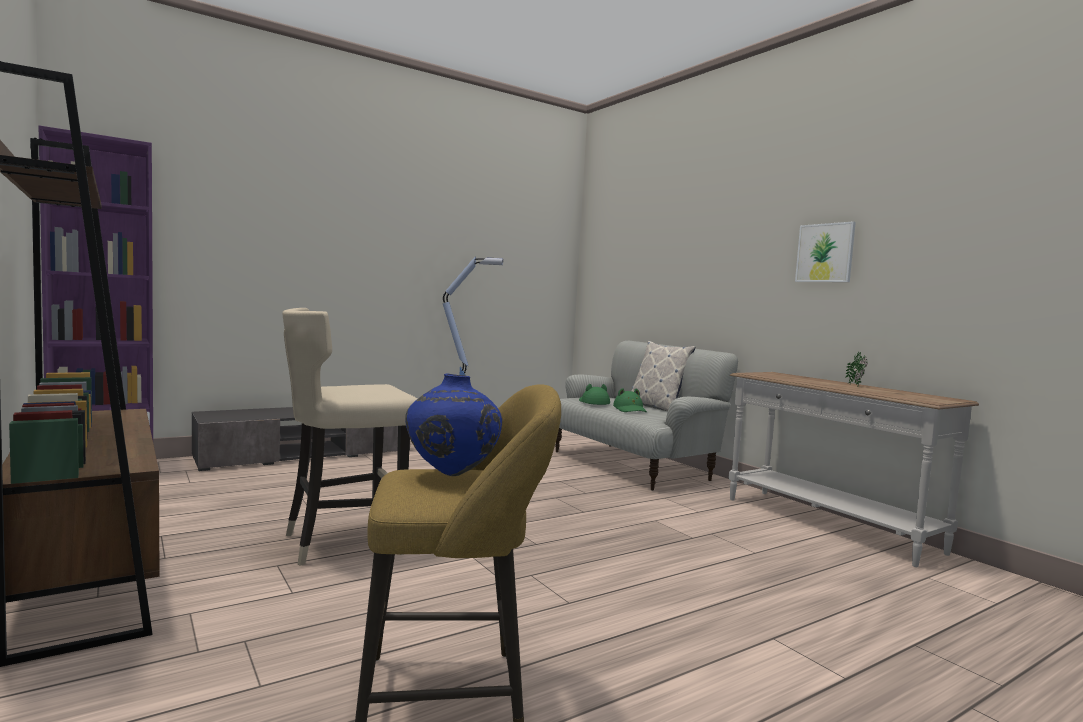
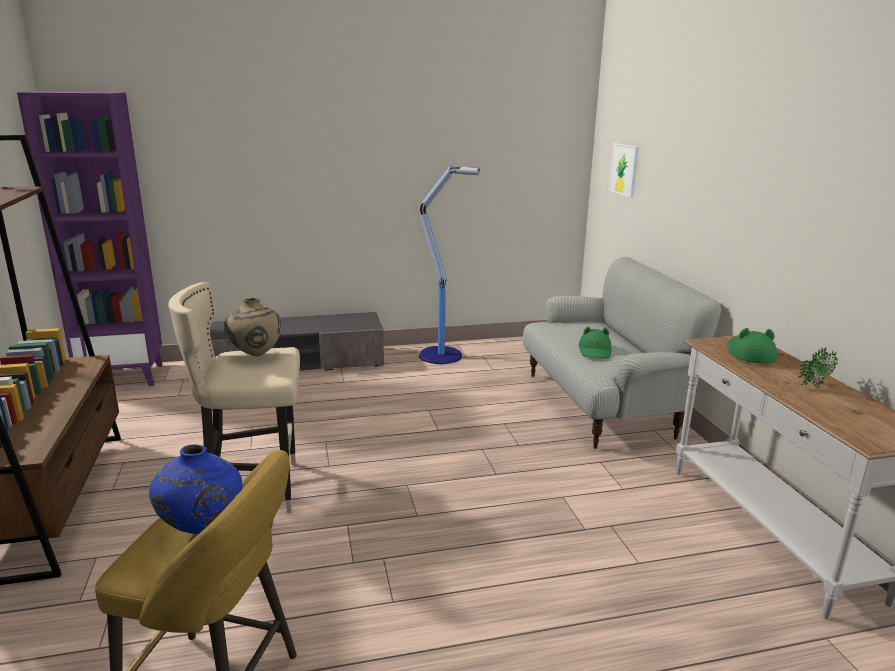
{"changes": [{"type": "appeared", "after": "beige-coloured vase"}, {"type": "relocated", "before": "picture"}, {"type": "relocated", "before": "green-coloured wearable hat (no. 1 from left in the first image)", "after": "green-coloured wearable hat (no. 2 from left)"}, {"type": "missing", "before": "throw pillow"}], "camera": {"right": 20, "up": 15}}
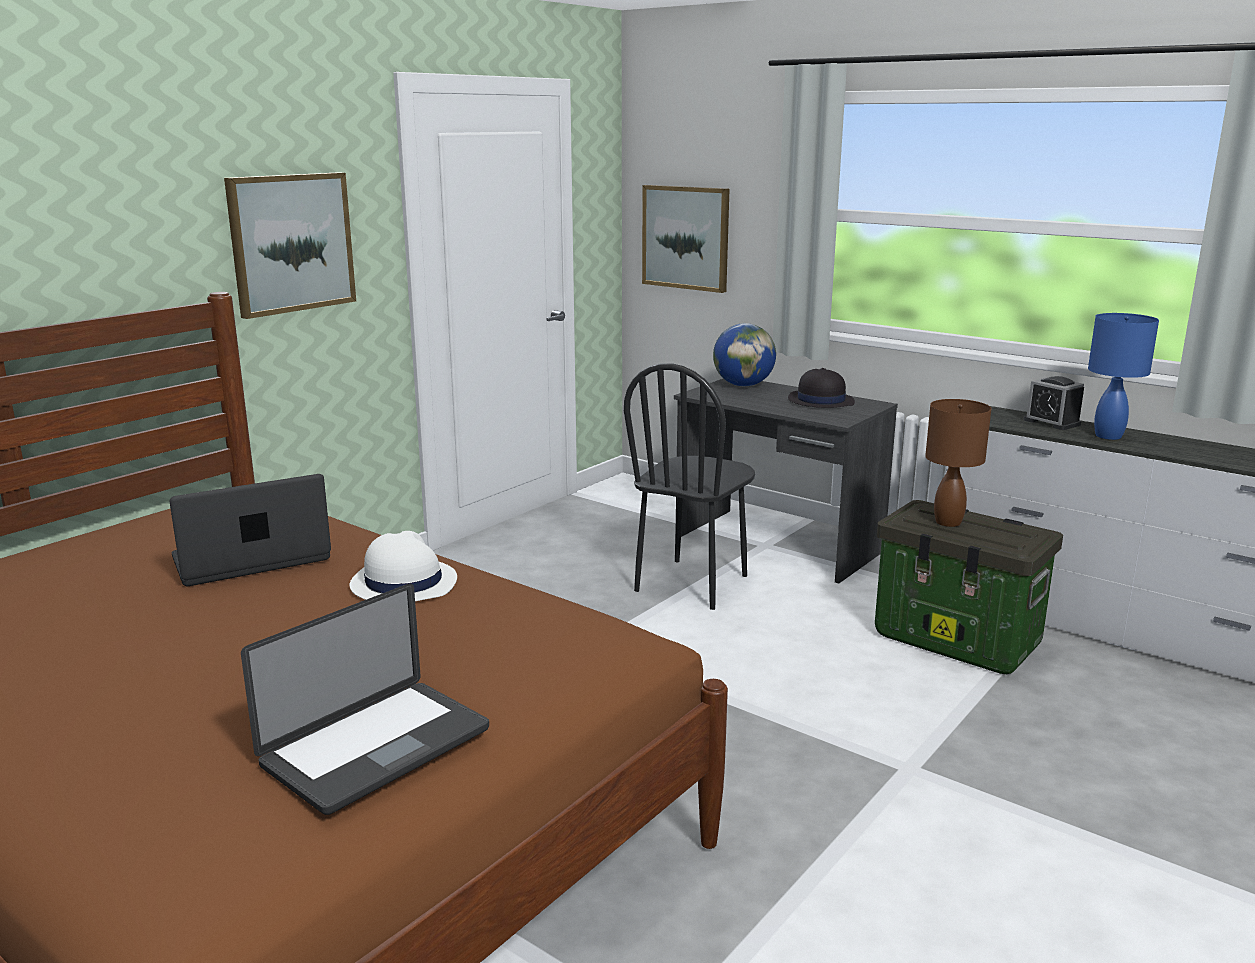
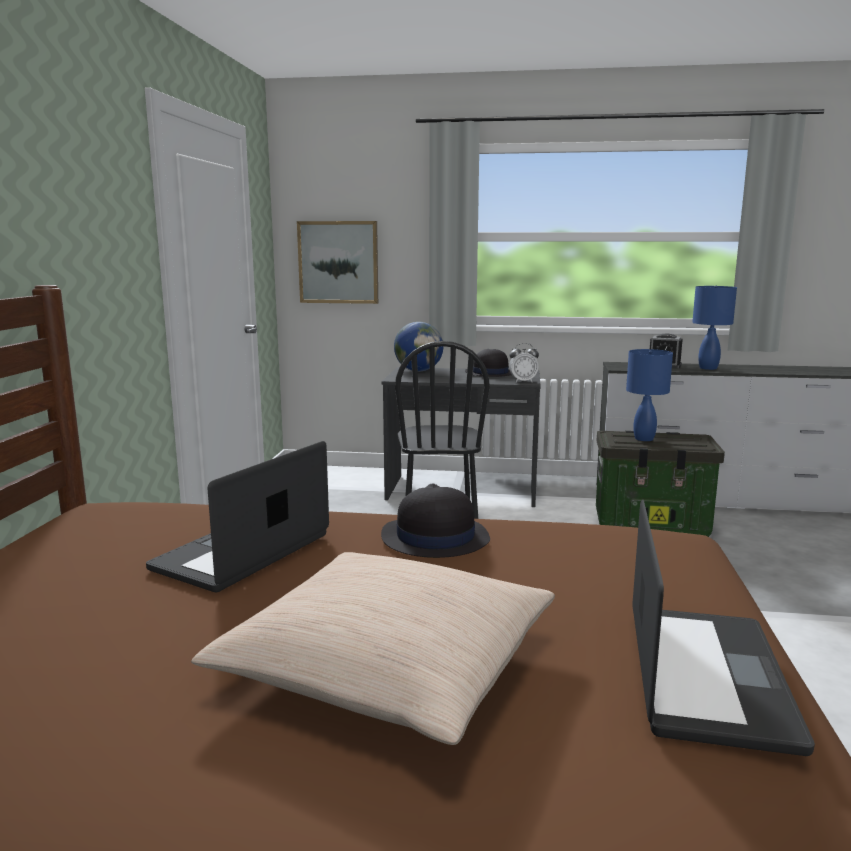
{"changes": [{"type": "appeared", "after": "beige-coloured throw pillow"}, {"type": "colour", "before": "white wearable hat", "after": "blackish wearable hat (no. 1 from left)"}, {"type": "appeared", "after": "table clock (no. 1 from left)"}, {"type": "colour", "before": "brownish lamp for a table", "after": "blue-coloured lamp for a table (no. 1 from left)"}, {"type": "missing", "before": "picture (no. 1 from left)"}], "camera": {"right": -30, "up": -5}}
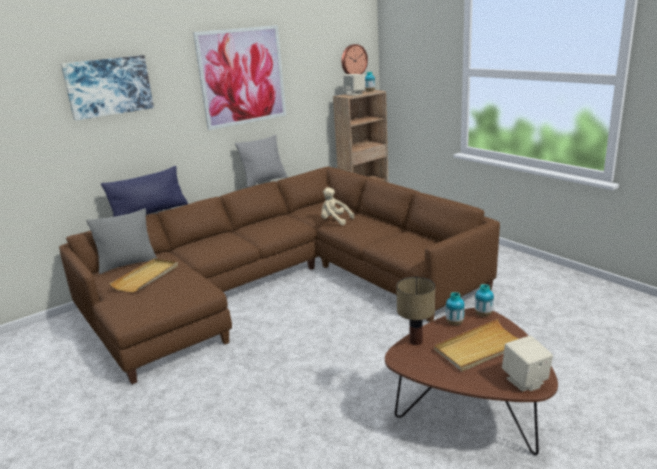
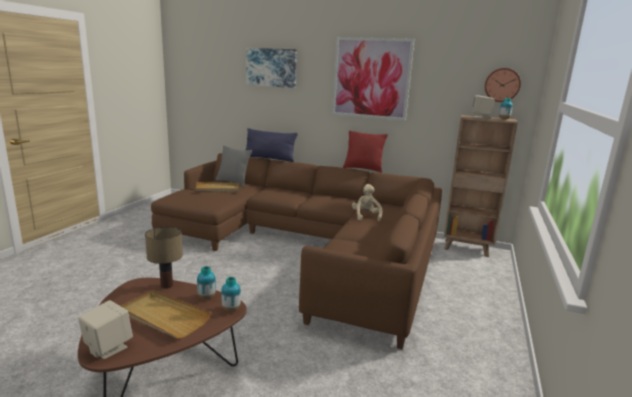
{"changes": [{"type": "colour", "before": "grey throw pillow (no. 2 from left)", "after": "red-coloured throw pillow"}], "camera": {"right": 55, "up": -5}}
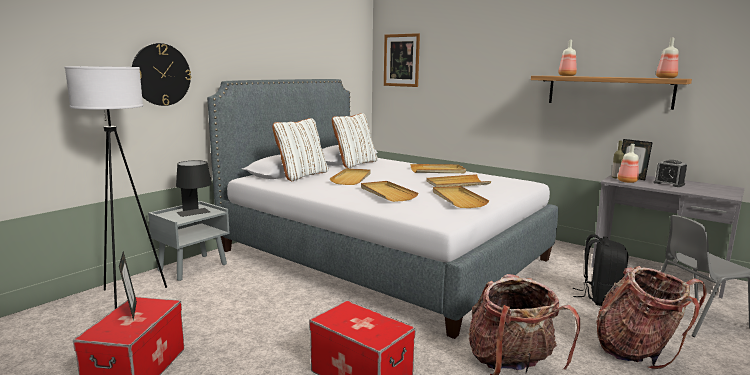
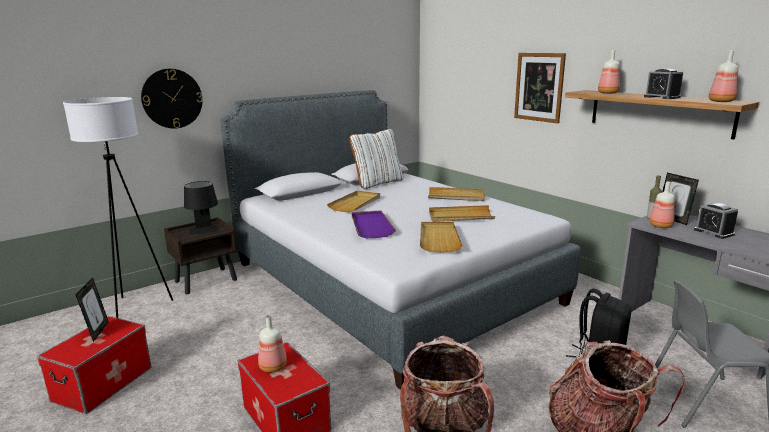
{"changes": [{"type": "colour", "before": "grey night table", "after": "brownish night table"}, {"type": "appeared", "after": "beverage bottle (no. 1 from left)"}, {"type": "colour", "before": "beige-coloured tray (no. 2 from left)", "after": "purplish tray"}, {"type": "relocated", "before": "picture"}, {"type": "appeared", "after": "table clock (no. 1 from left)"}, {"type": "missing", "before": "white throw pillow (no. 1 from left)"}], "camera": {"right": 15, "up": 5}}
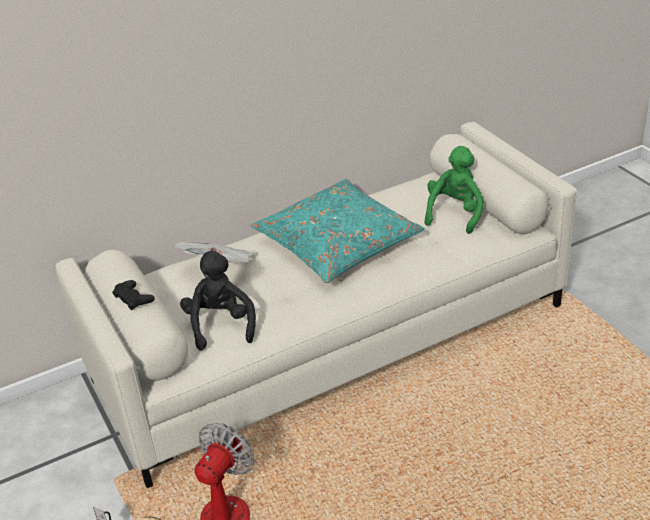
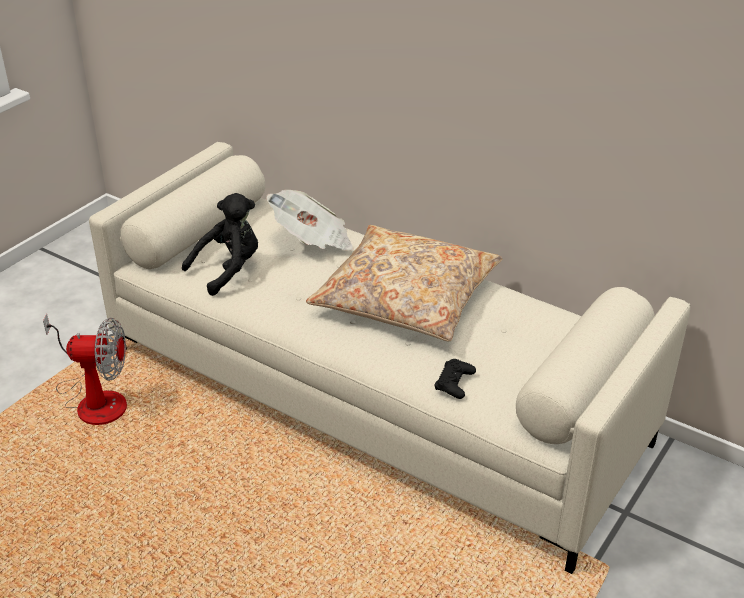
{"changes": [{"type": "colour", "before": "turquoise-coloured throw pillow", "after": "beige-coloured throw pillow"}, {"type": "relocated", "before": "blackish joypad"}, {"type": "missing", "before": "green-coloured soft toy"}], "camera": {"right": 60, "up": 0}}
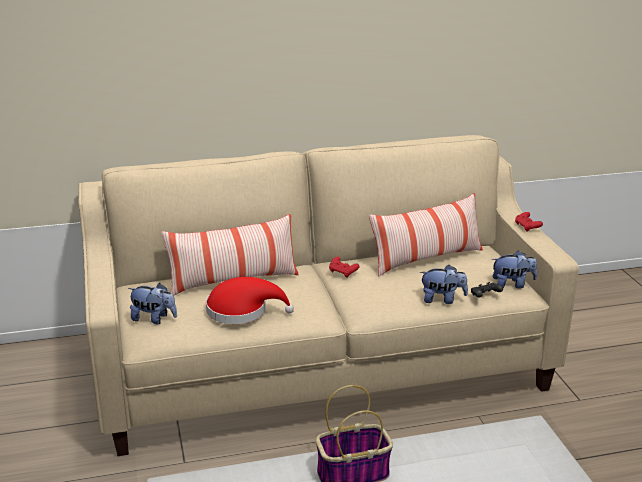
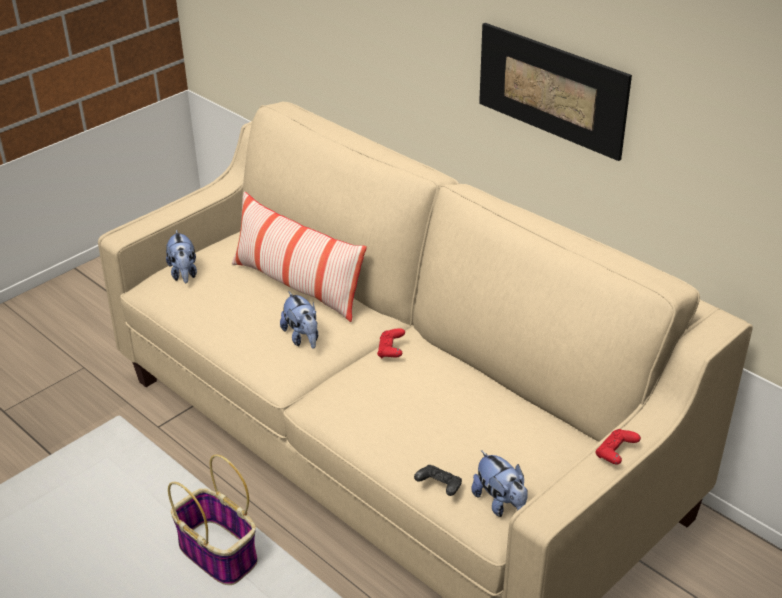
{"changes": [{"type": "relocated", "before": "soft toy (no. 2 from left)"}, {"type": "appeared", "after": "picture"}, {"type": "missing", "before": "red-coloured wearable hat"}, {"type": "missing", "before": "throw pillow (no. 2 from left)"}], "camera": {"right": 60, "up": 10}}
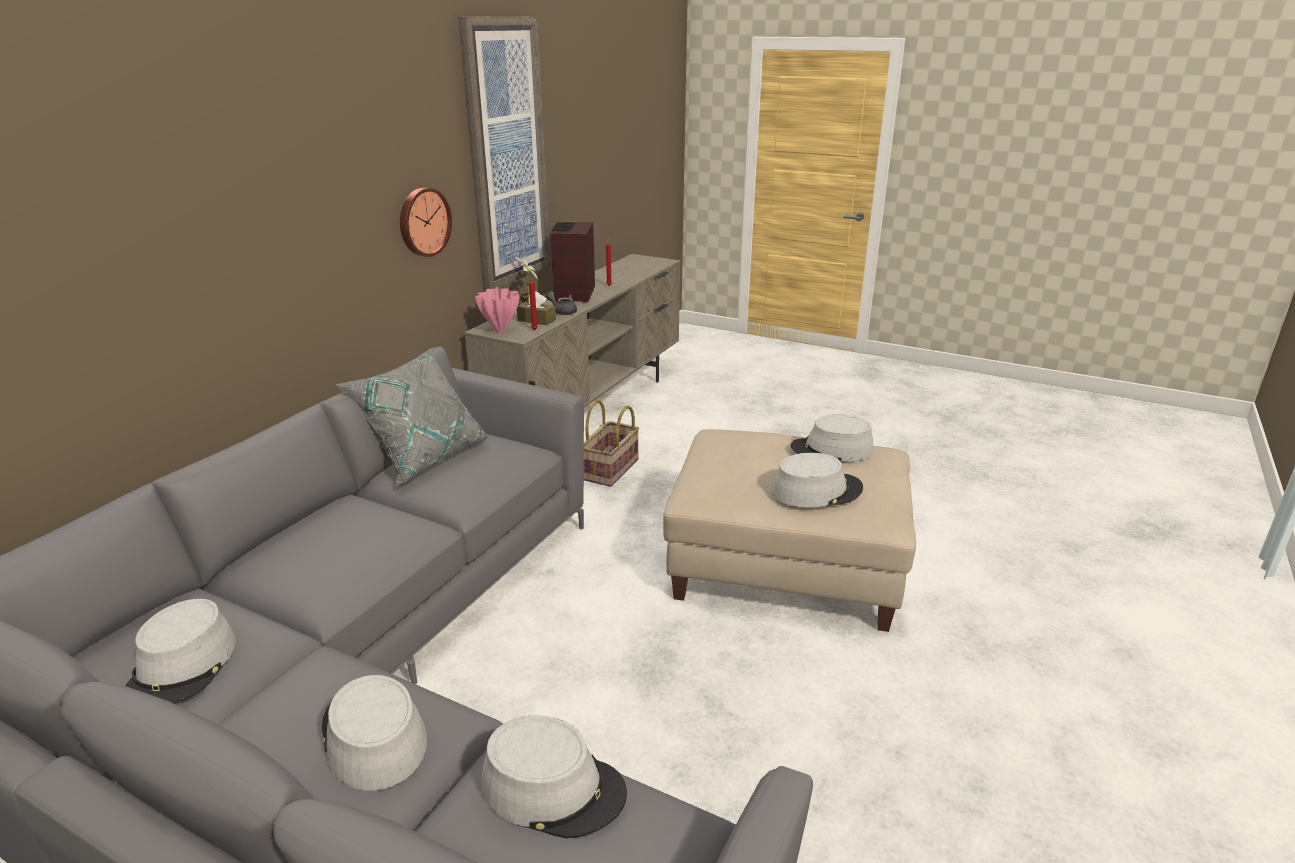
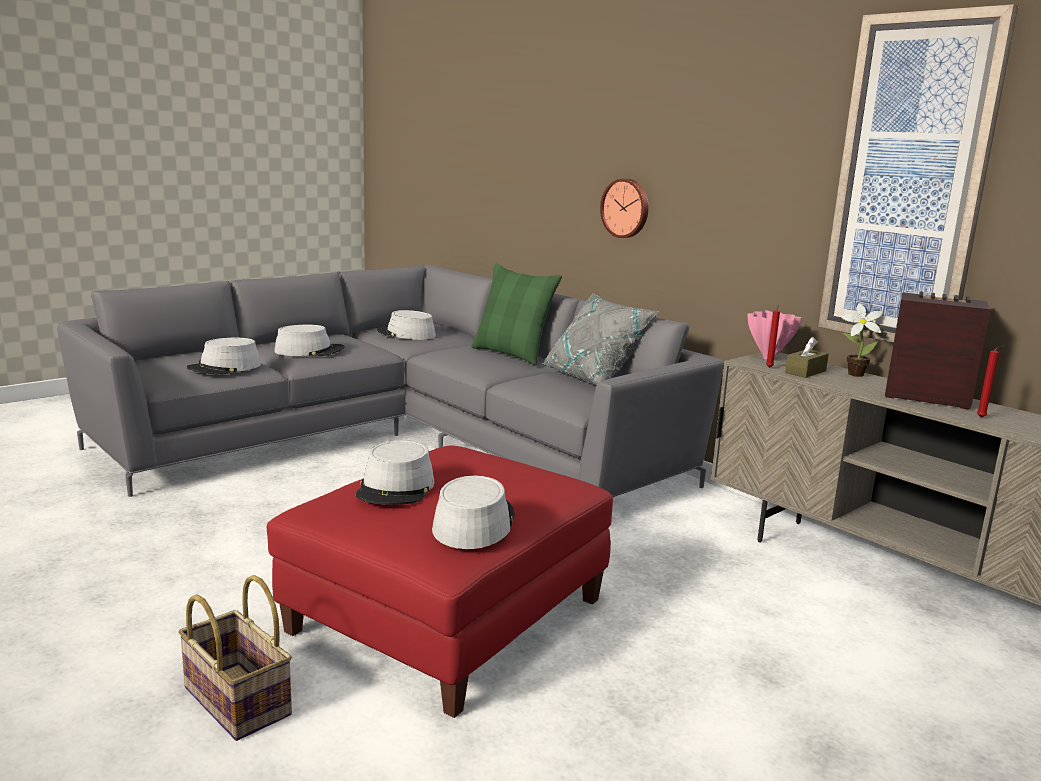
{"changes": [{"type": "relocated", "before": "household basket"}, {"type": "colour", "before": "beige-coloured ottoman", "after": "red-coloured ottoman"}, {"type": "appeared", "after": "green-coloured throw pillow"}, {"type": "relocated", "before": "hanging clock"}, {"type": "missing", "before": "grey tea pot"}], "camera": {"right": 110, "up": -10}}
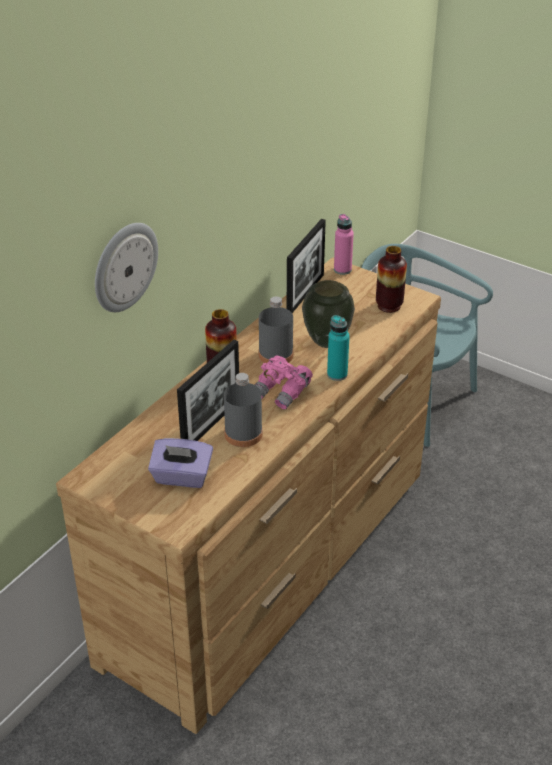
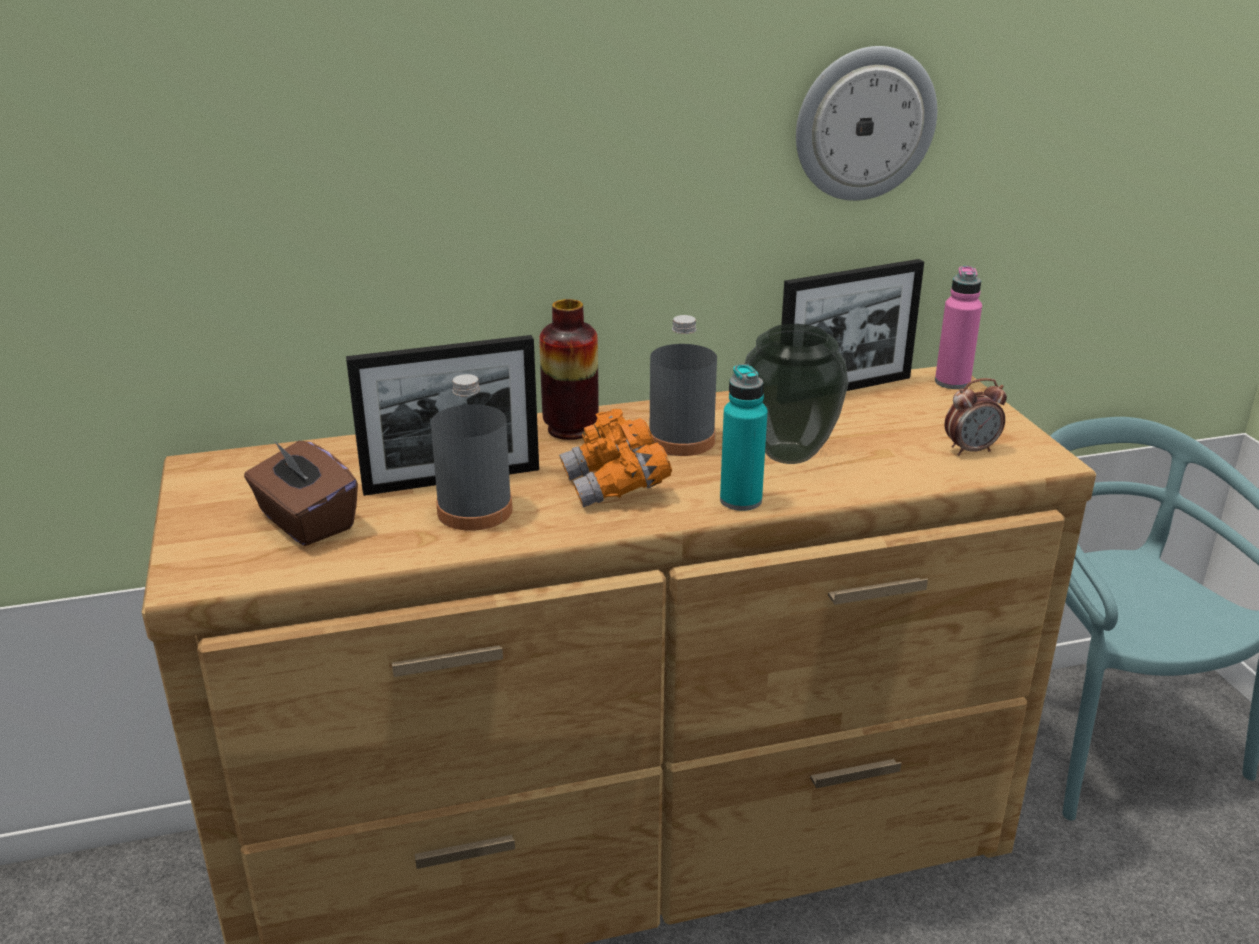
{"changes": [{"type": "colour", "before": "purplish tissue box", "after": "brownish tissue box"}, {"type": "colour", "before": "pink-coloured field glasses", "after": "orangey field glasses"}, {"type": "relocated", "before": "hanging clock"}, {"type": "exchanged", "before": "vase (no. 3 from left)", "after": "table clock"}], "camera": {"right": 40, "up": -10}}
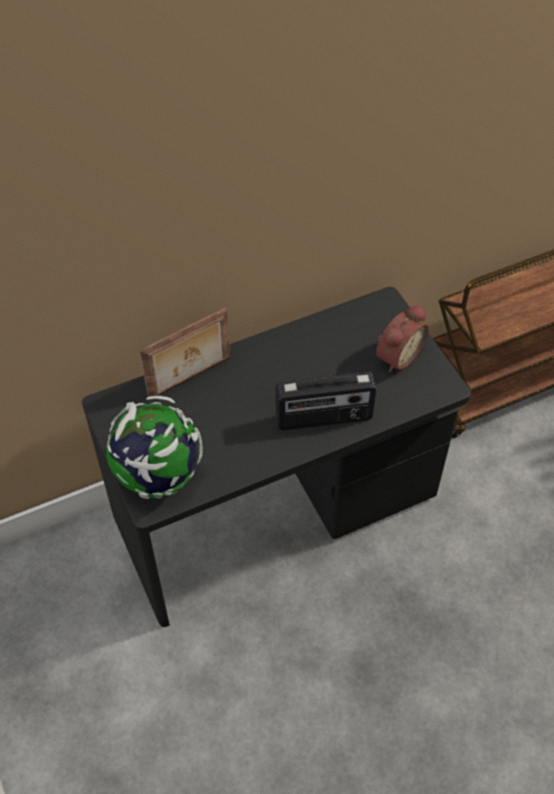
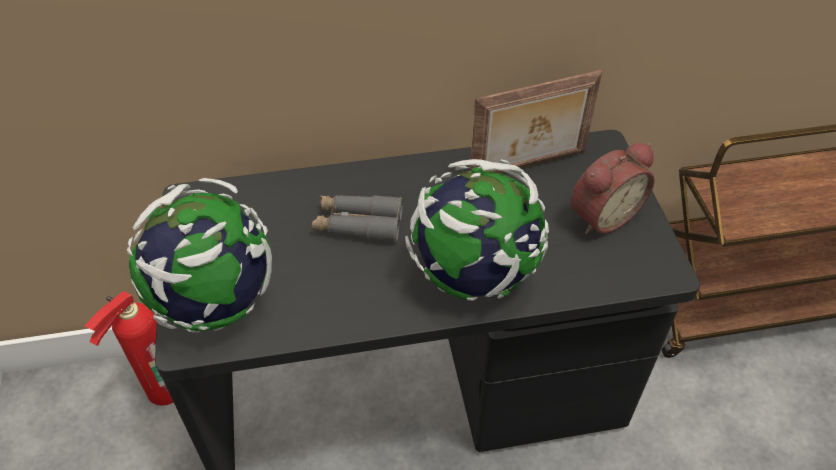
{"changes": [{"type": "appeared", "after": "extinguisher"}, {"type": "appeared", "after": "grey field glasses"}, {"type": "exchanged", "before": "radio", "after": "world globe (no. 2 from left)"}, {"type": "relocated", "before": "picture frame"}], "camera": {"right": 15, "up": -5}}
